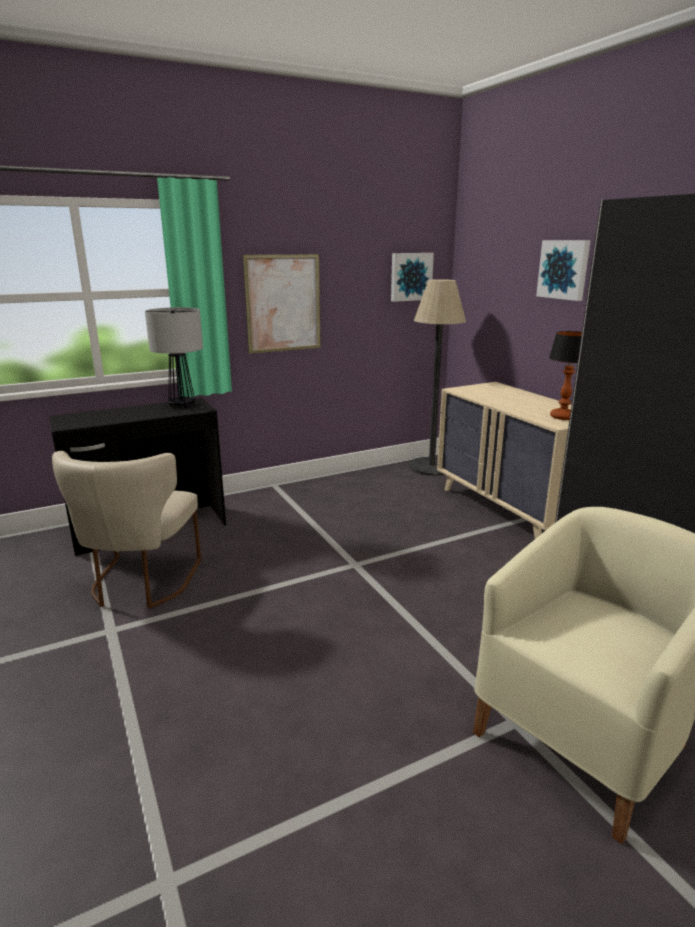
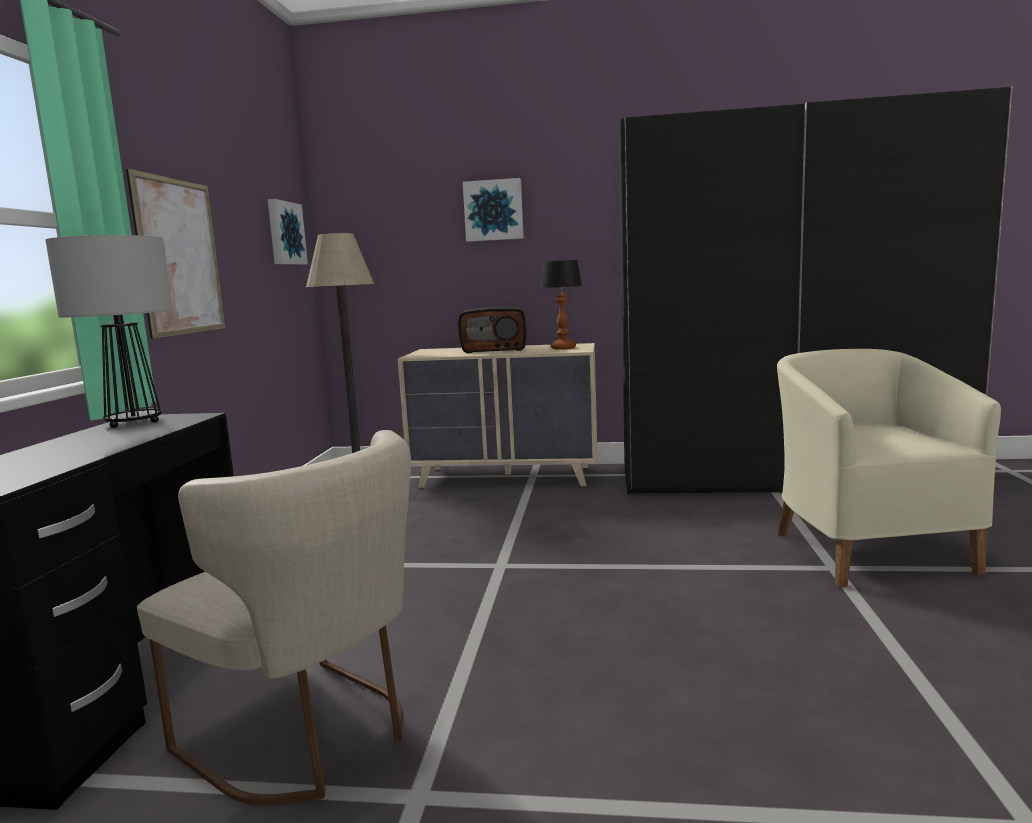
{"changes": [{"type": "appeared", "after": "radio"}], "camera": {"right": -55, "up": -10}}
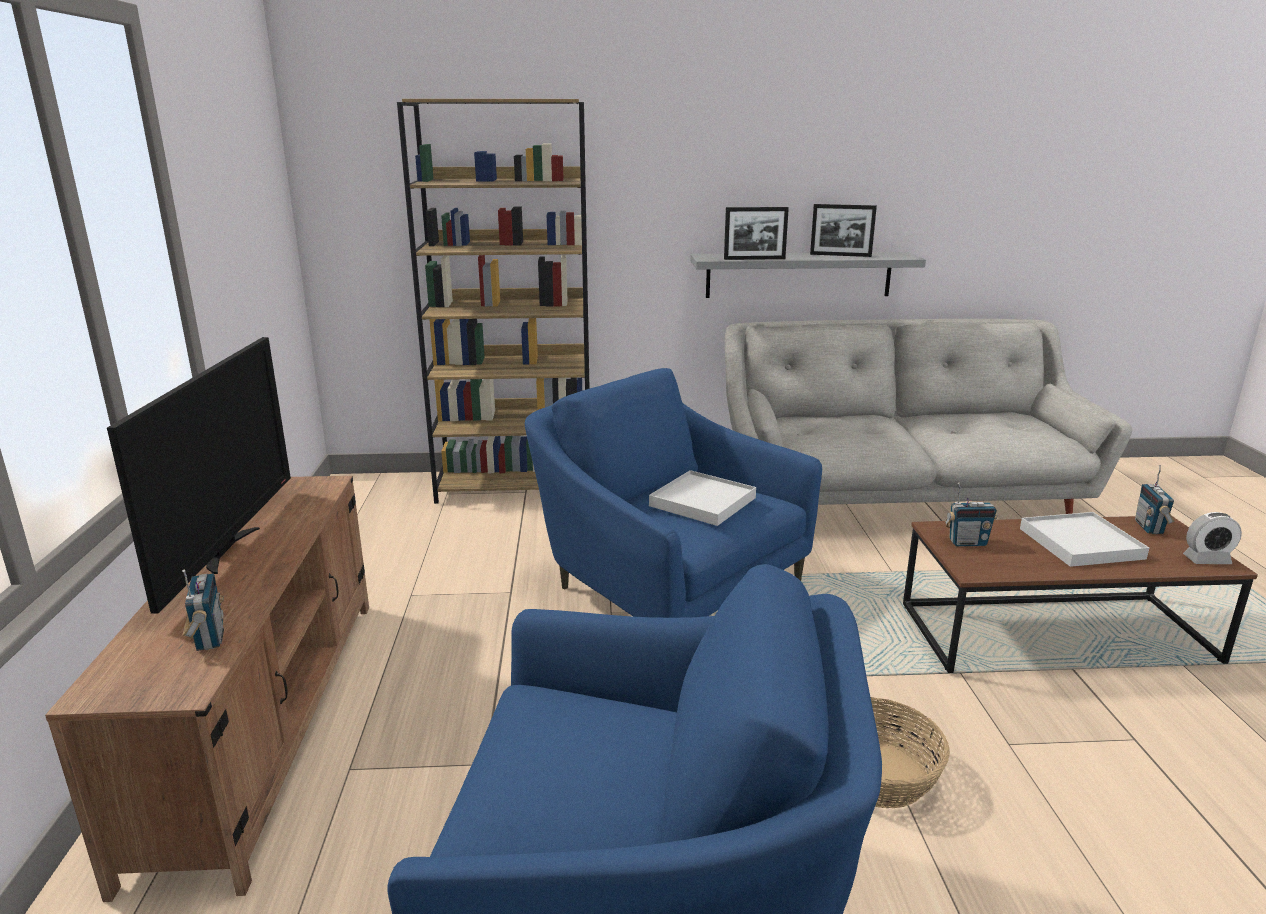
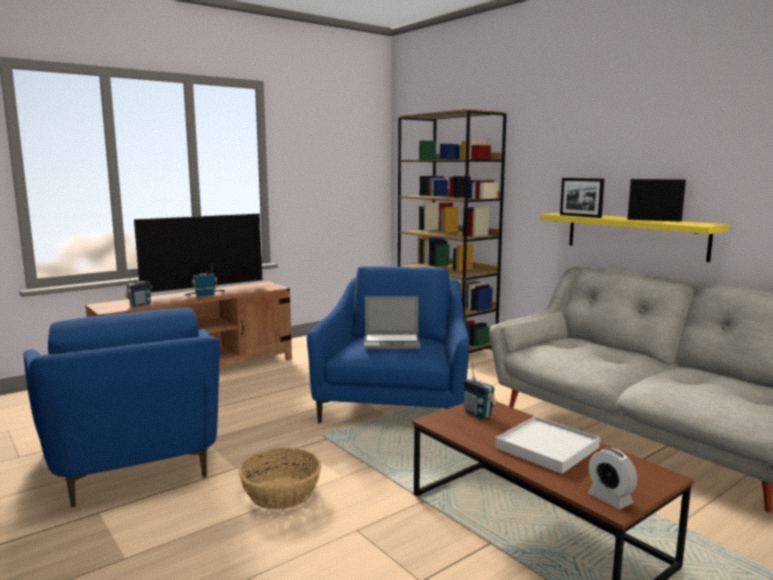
{"changes": [{"type": "relocated", "before": "radio (no. 3 from left in the first image)", "after": "radio (no. 2 from left)"}, {"type": "exchanged", "before": "white tray (no. 1 from left)", "after": "laptop"}, {"type": "colour", "before": "grey bracket shelf", "after": "yellow bracket shelf"}, {"type": "spun", "before": "picture frame (no. 2 from left)", "turn": 135}], "camera": {"right": 55, "up": -10}}
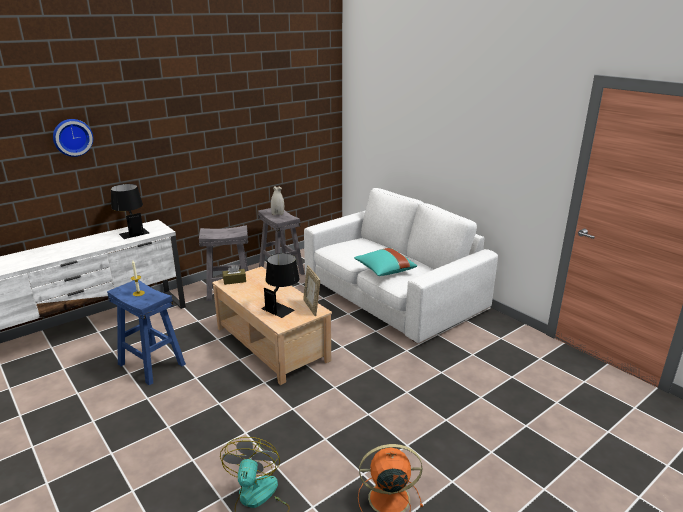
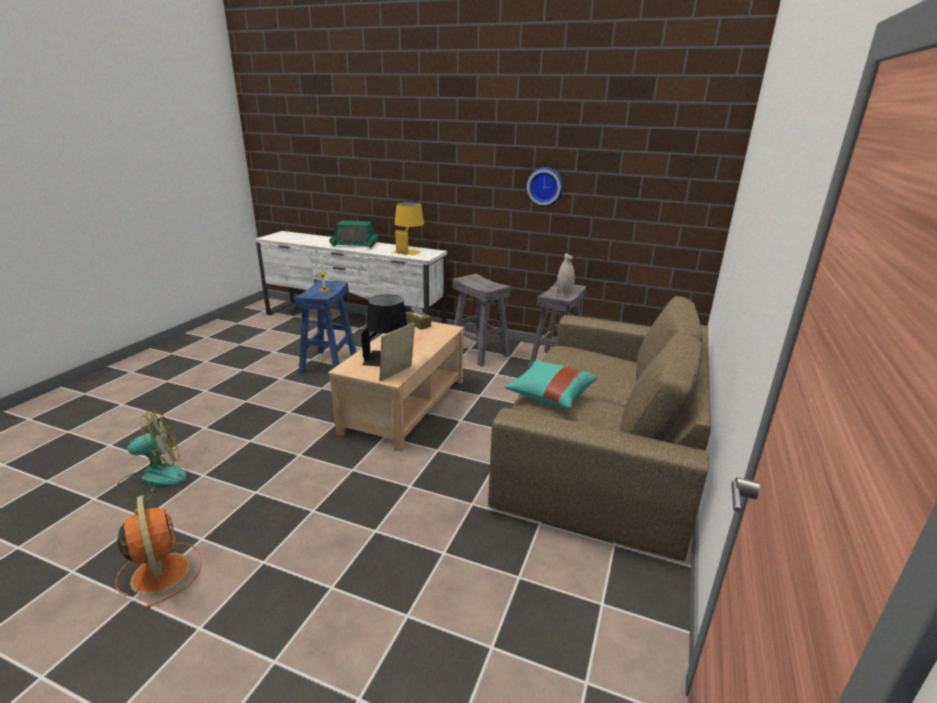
{"changes": [{"type": "appeared", "after": "radio"}, {"type": "colour", "before": "blackish lamp for a table (no. 1 from left)", "after": "yellow lamp for a table"}, {"type": "colour", "before": "white sofa", "after": "brownish sofa"}, {"type": "relocated", "before": "hanging clock"}], "camera": {"right": 60, "up": 0}}
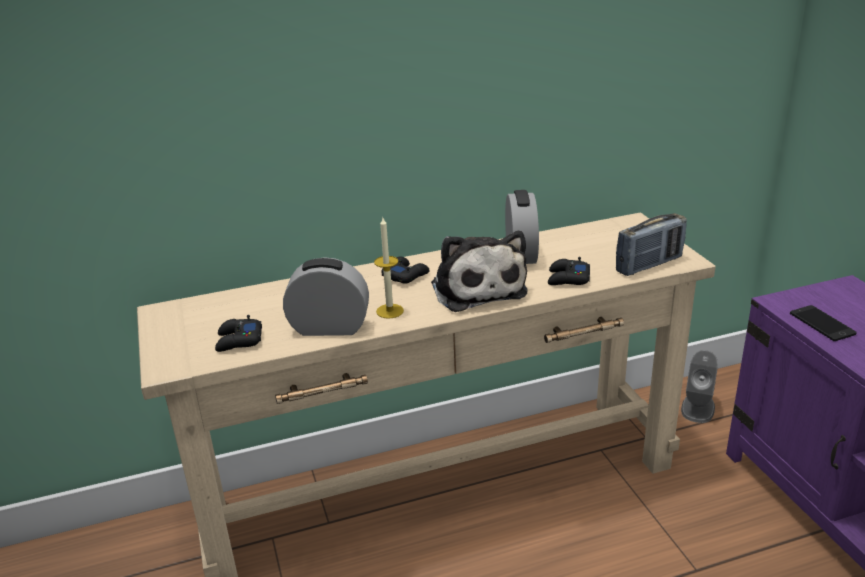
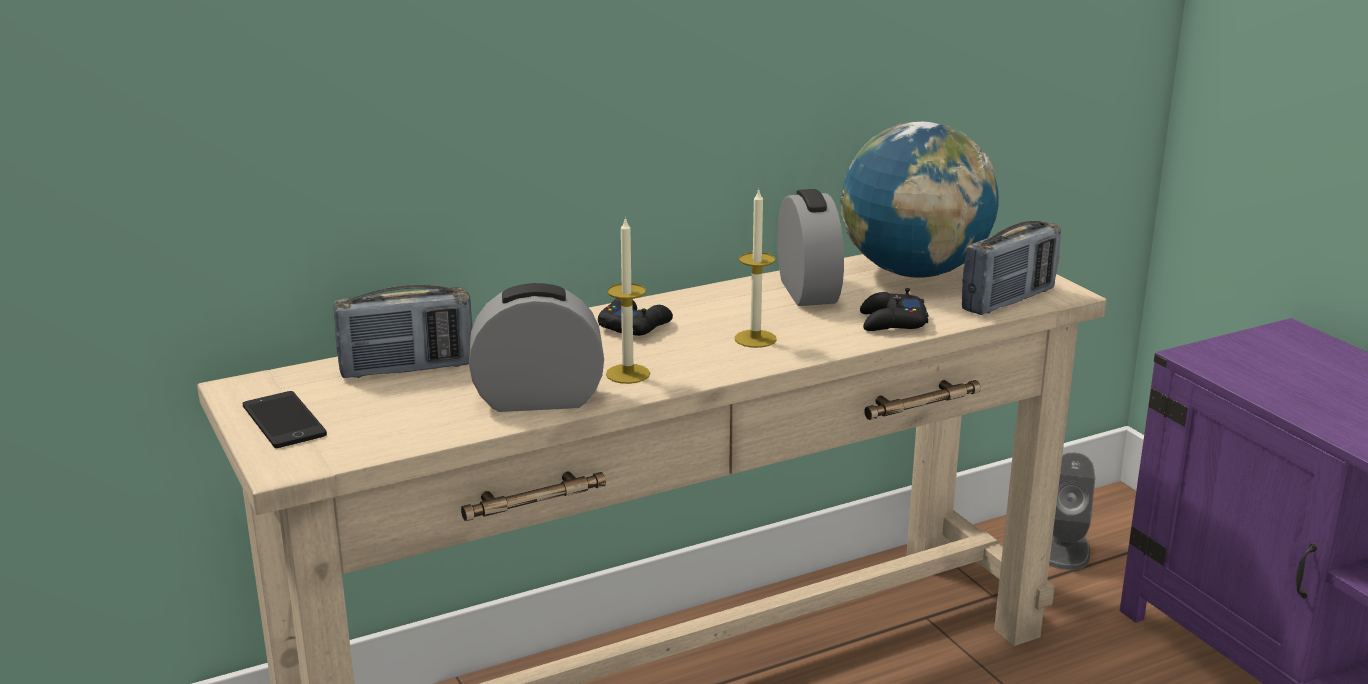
{"changes": [{"type": "relocated", "before": "handset"}, {"type": "appeared", "after": "radio (no. 1 from left)"}, {"type": "exchanged", "before": "soft toy", "after": "wax candle (no. 2 from left)"}, {"type": "appeared", "after": "world globe"}, {"type": "missing", "before": "blackish joypad (no. 1 from left)"}], "camera": {"right": -10, "up": -5}}
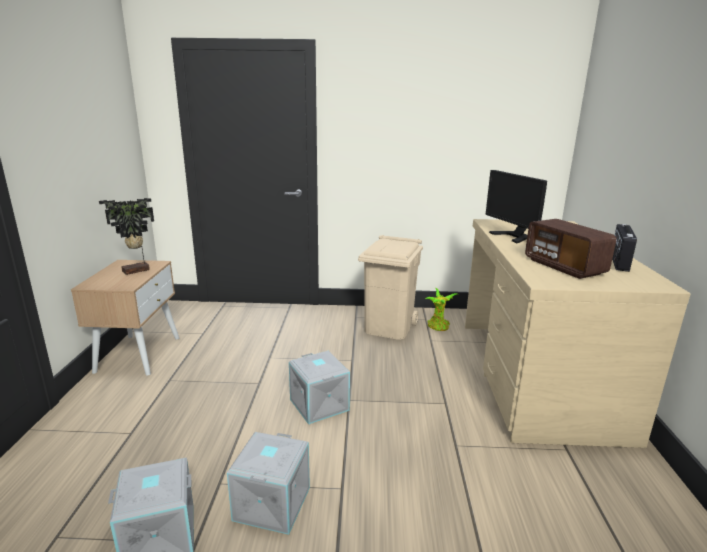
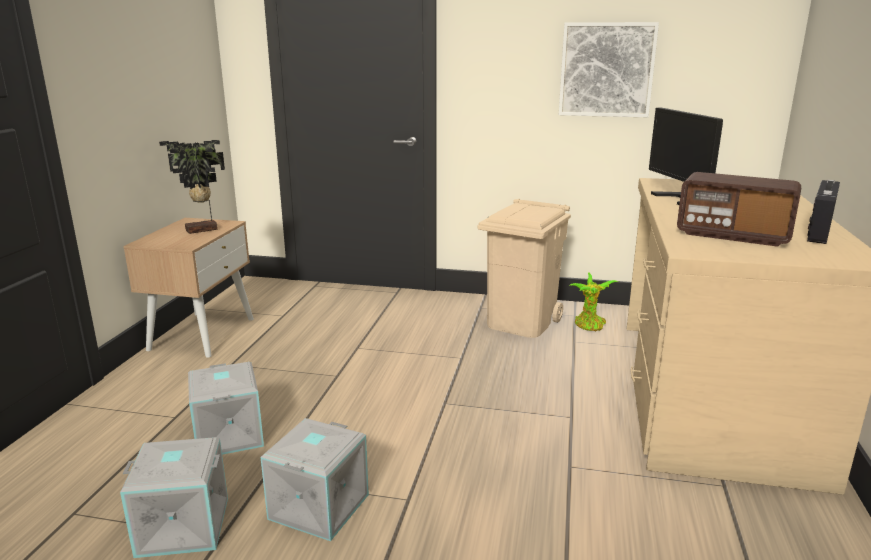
{"changes": [{"type": "relocated", "before": "grey storage box (no. 3 from left in the first image)", "after": "grey storage box (no. 2 from left)"}, {"type": "appeared", "after": "picture"}, {"type": "spun", "before": "radio (no. 1 from left)", "turn": -45}], "camera": {"right": 10, "up": 0}}
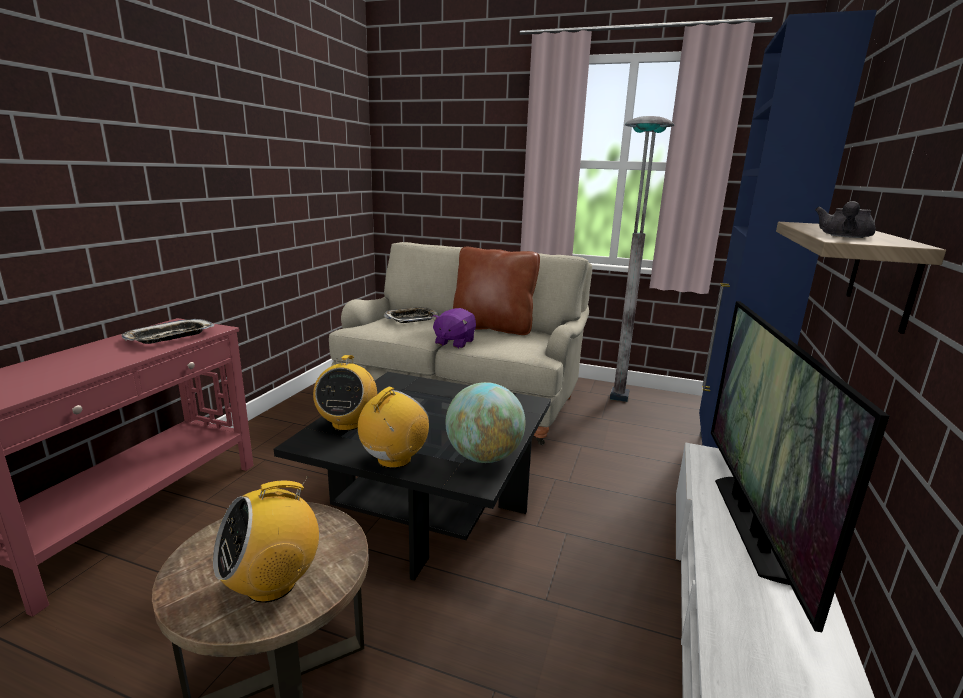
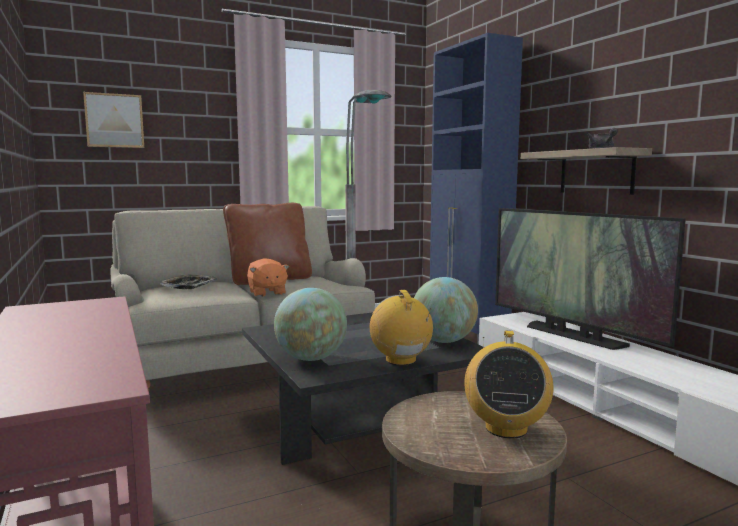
{"changes": [{"type": "appeared", "after": "picture"}, {"type": "colour", "before": "purplish soft toy", "after": "orangey soft toy"}, {"type": "exchanged", "before": "radio (no. 2 from left)", "after": "world globe (no. 1 from left)"}, {"type": "missing", "before": "tray (no. 1 from left)"}], "camera": {"right": -45, "up": -10}}
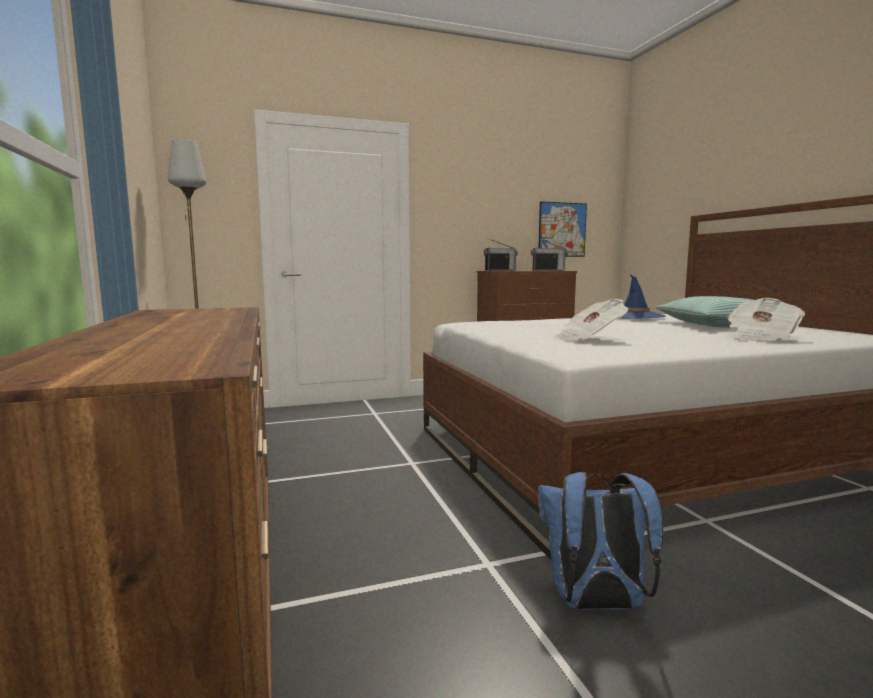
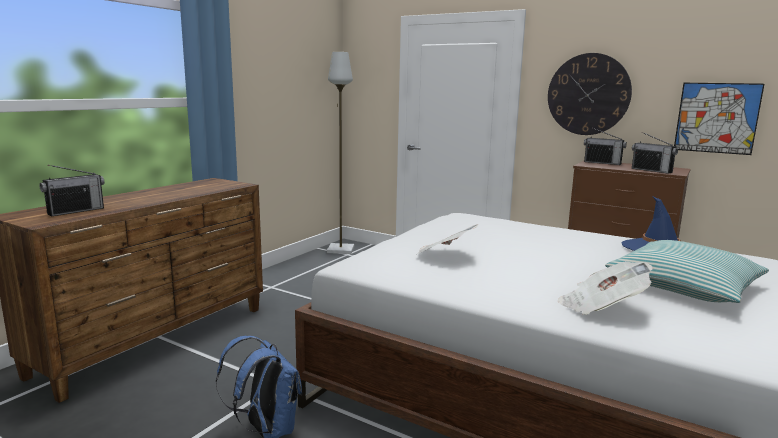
{"changes": [{"type": "appeared", "after": "radio (no. 1 from left)"}, {"type": "appeared", "after": "hanging clock"}], "camera": {"right": 50, "up": 5}}
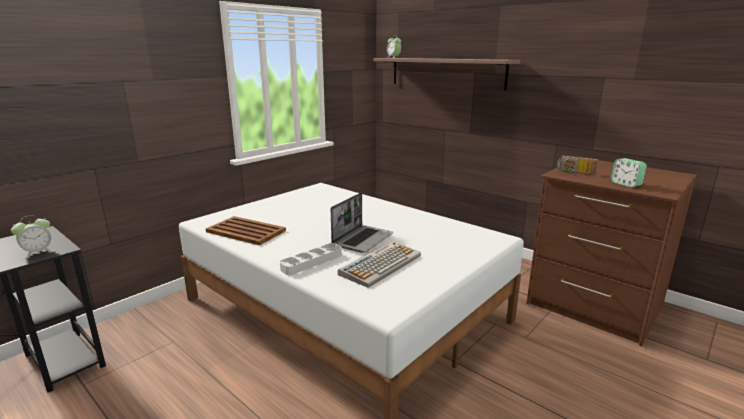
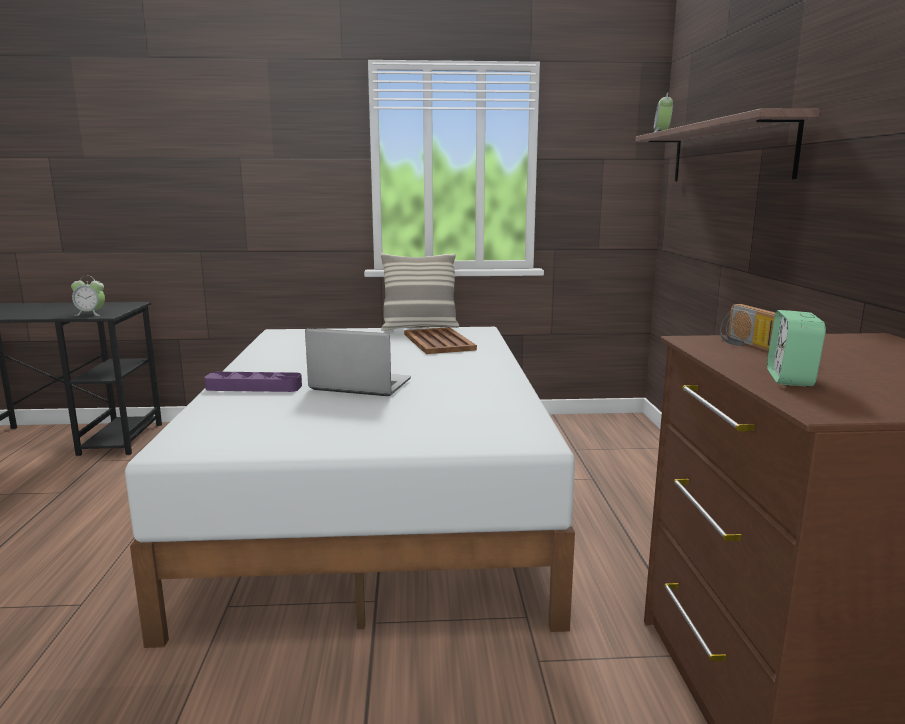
{"changes": [{"type": "colour", "before": "grey tray", "after": "purplish tray"}, {"type": "spun", "before": "laptop", "turn": -150}, {"type": "appeared", "after": "throw pillow"}, {"type": "relocated", "before": "brownish tray"}, {"type": "missing", "before": "keyboard"}], "camera": {"right": 45, "up": -5}}
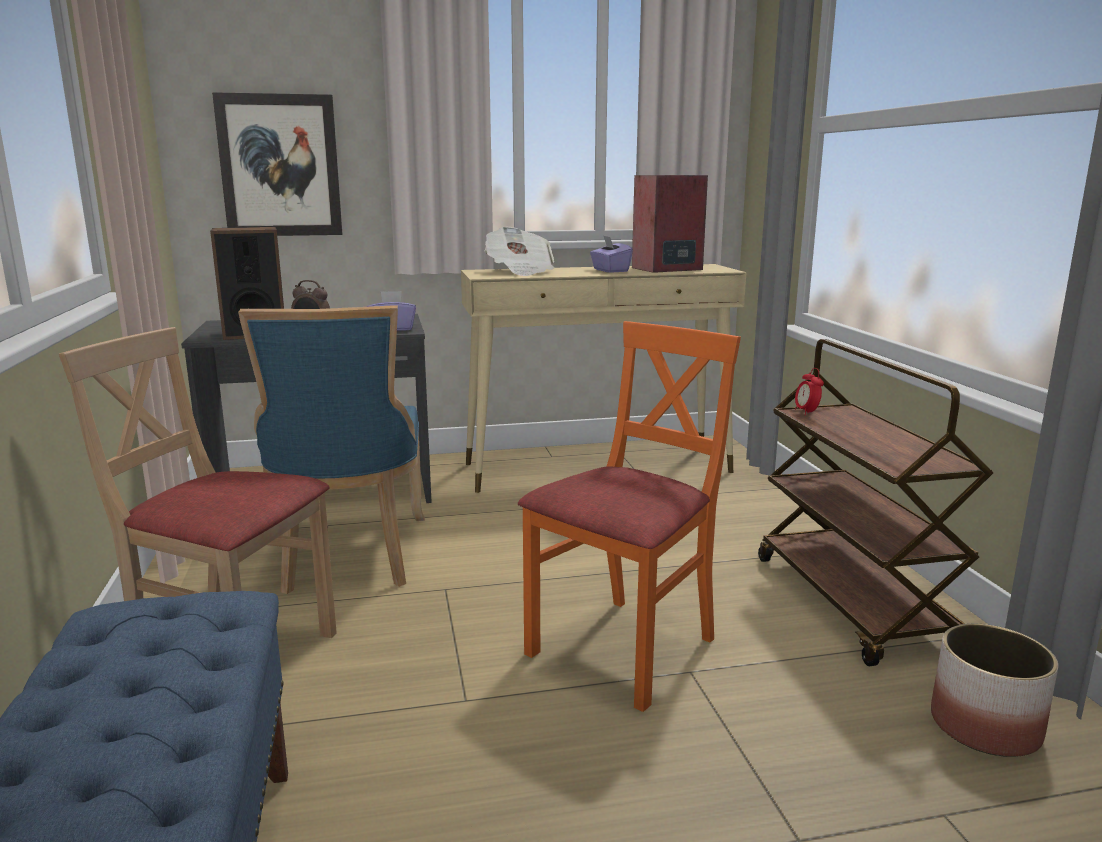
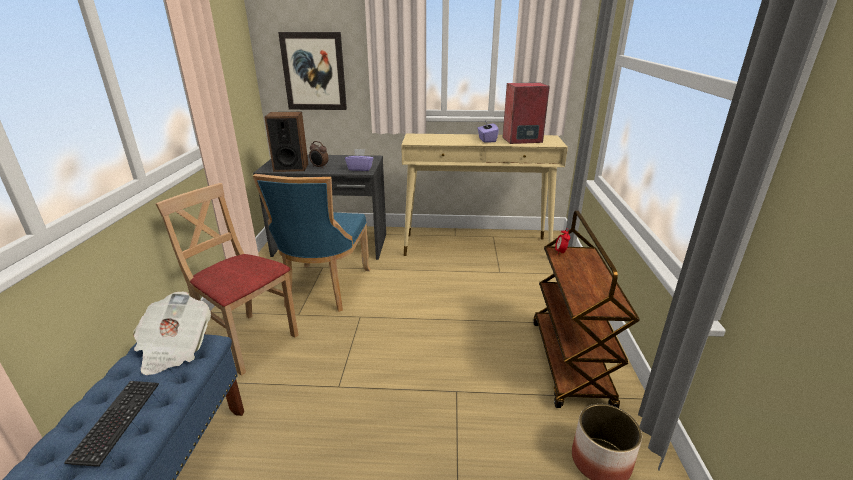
{"changes": [{"type": "appeared", "after": "keyboard"}, {"type": "relocated", "before": "newspaper"}, {"type": "missing", "before": "orangey plain chair"}], "camera": {"right": 15, "up": 10}}
